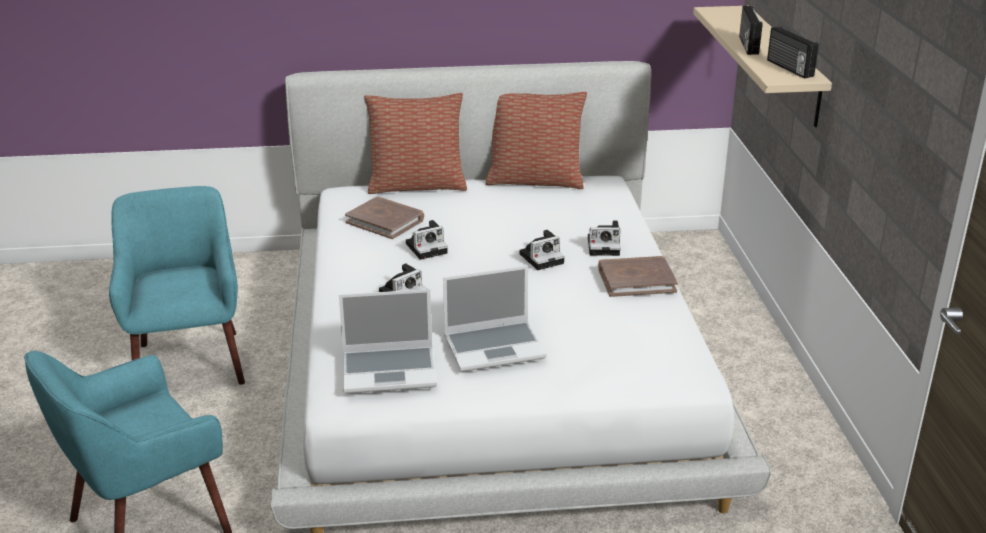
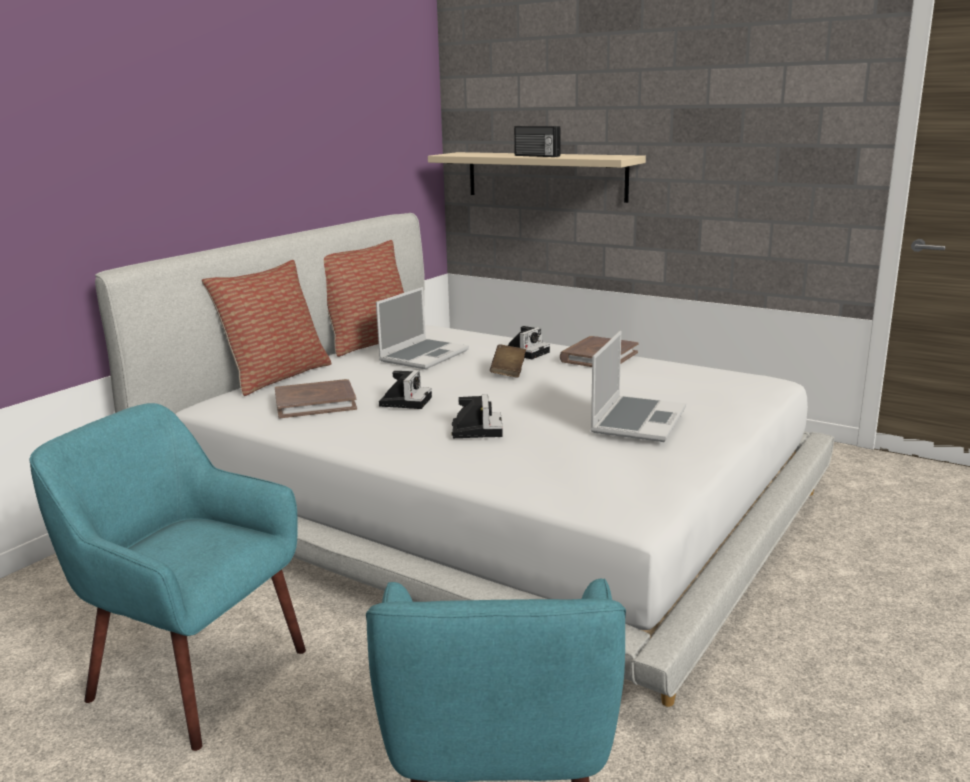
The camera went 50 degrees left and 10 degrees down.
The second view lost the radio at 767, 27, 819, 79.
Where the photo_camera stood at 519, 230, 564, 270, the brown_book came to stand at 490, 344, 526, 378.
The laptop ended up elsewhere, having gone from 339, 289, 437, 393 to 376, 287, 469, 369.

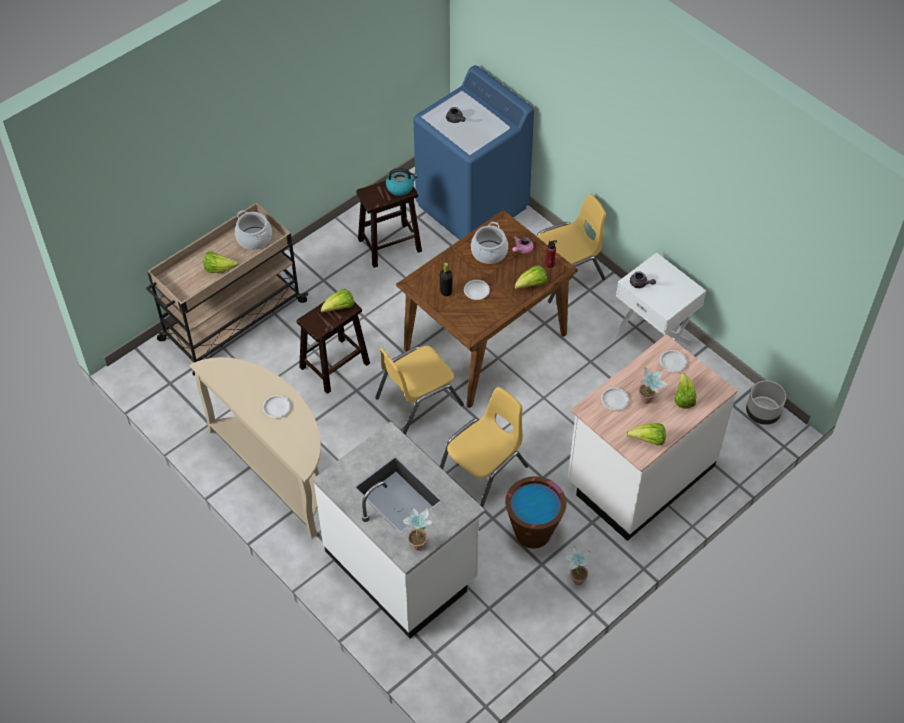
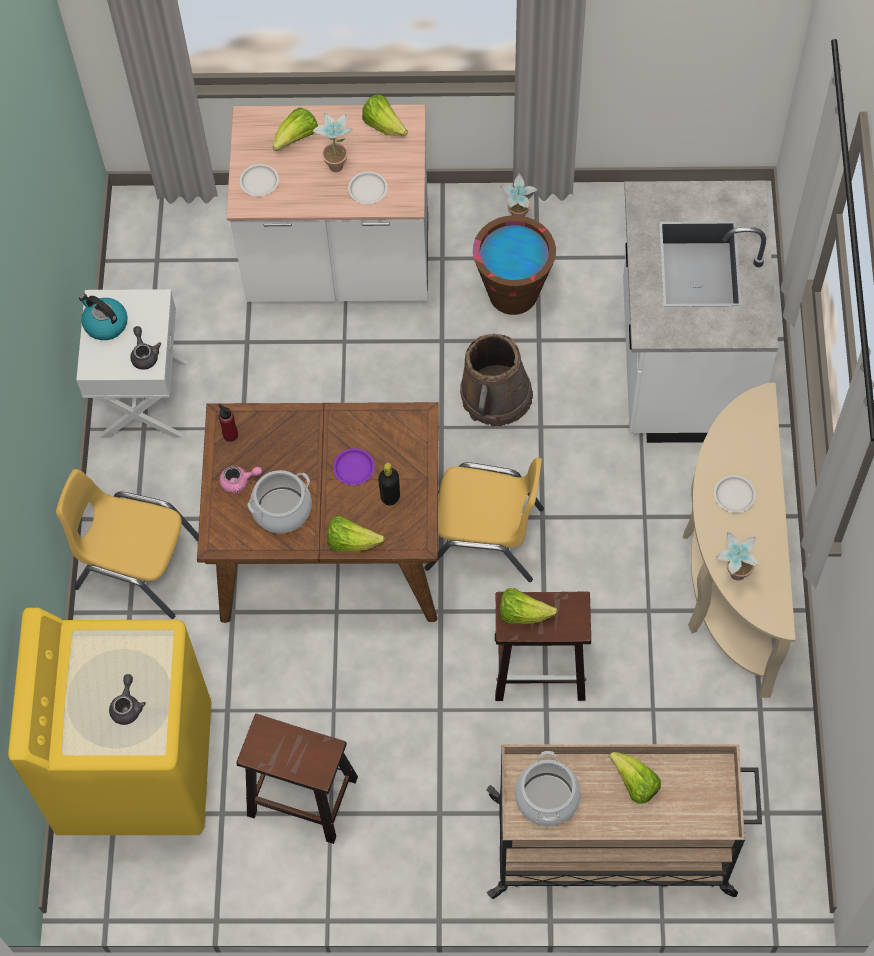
The camera went 135 degrees left and 10 degrees up.
What was the blue_washing_machine at 413, 65, 534, 240 turned into the yellow_washing_machine at 8, 607, 211, 835.
The kettle ended up elsewhere, having gone from 386, 168, 418, 196 to 79, 294, 128, 340.
The lettuce ended up elsewhere, having gone from 514, 265, 547, 289 to 327, 516, 385, 552.
What was the white_plate at 464, 280, 490, 300 turned into the purple_plate at 333, 448, 375, 485.
The second view lost the grey_planter at 746, 381, 786, 425.
Where the yellow_chair stood at 440, 387, 529, 507, the brown_bucket came to stand at 460, 334, 533, 426.
The potted_plant ended up elsewhere, having gone from 402, 506, 433, 551 to 716, 532, 758, 581.

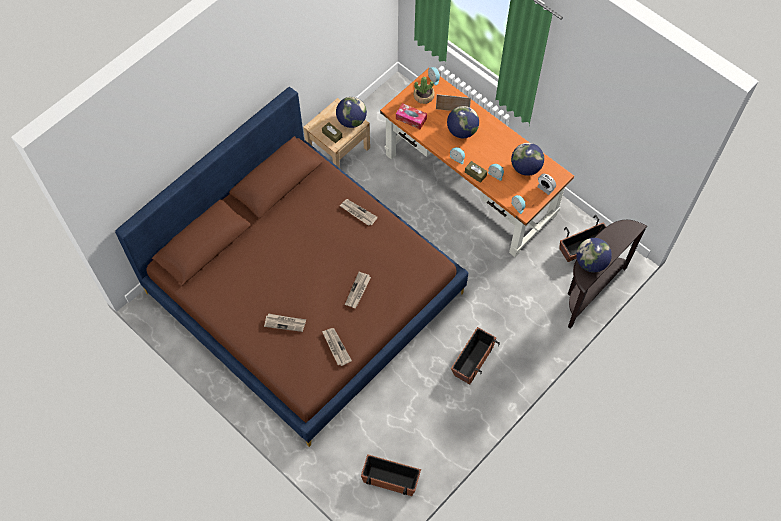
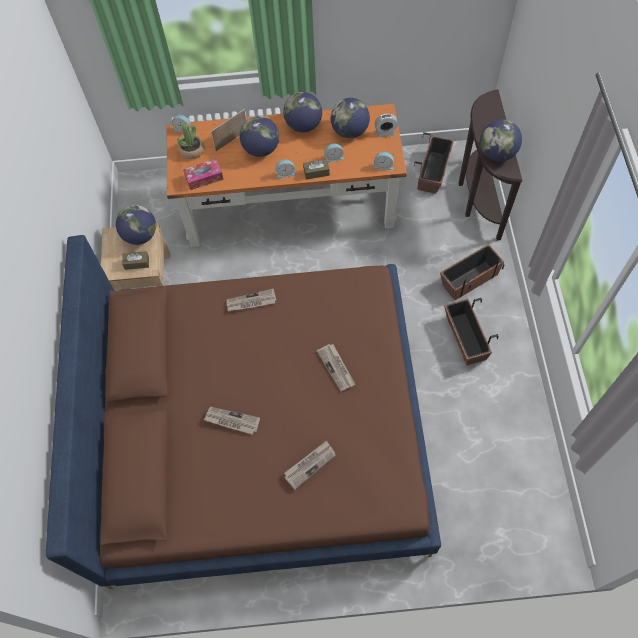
The camera went 45 degrees left and 0 degrees up.
The newspaper ended up elsewhere, having gone from 322, 328, 352, 366 to 204, 407, 260, 435.
The planter ended up elsewhere, having gone from 361, 454, 421, 496 to 440, 244, 504, 300.
The second view gained the globe at 283, 92, 322, 132.

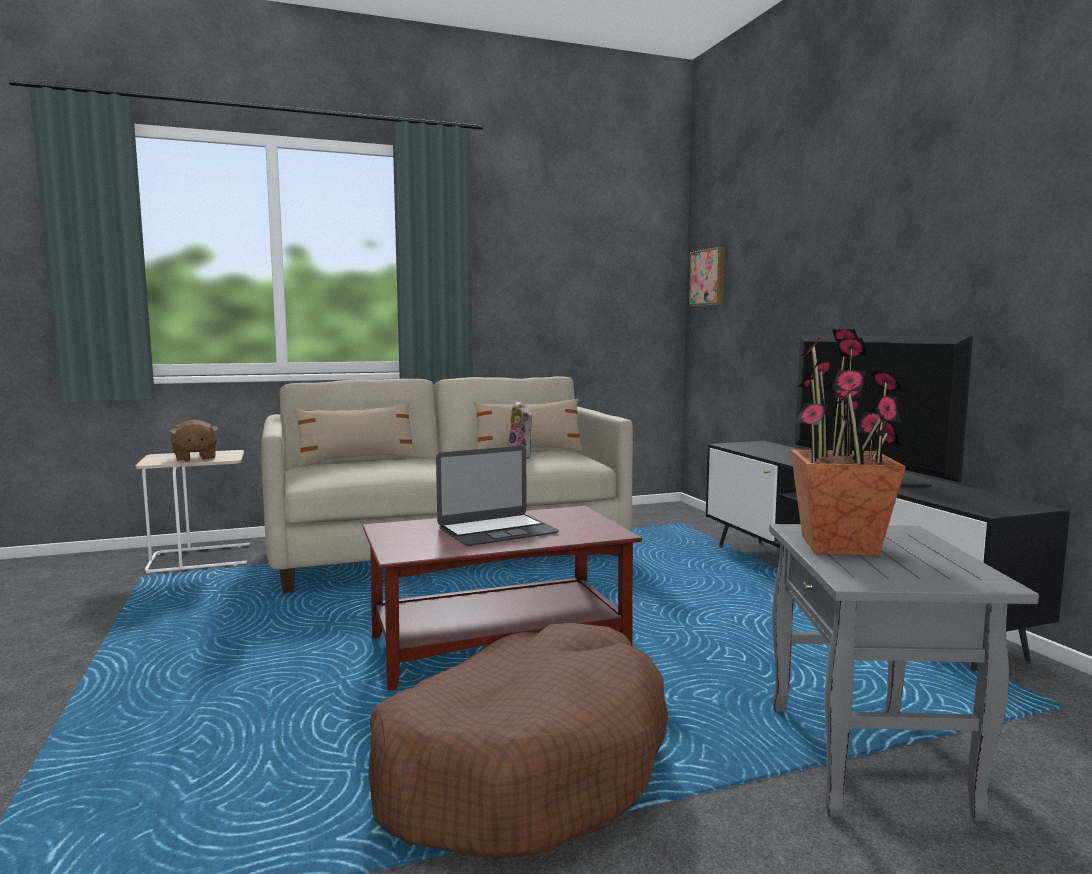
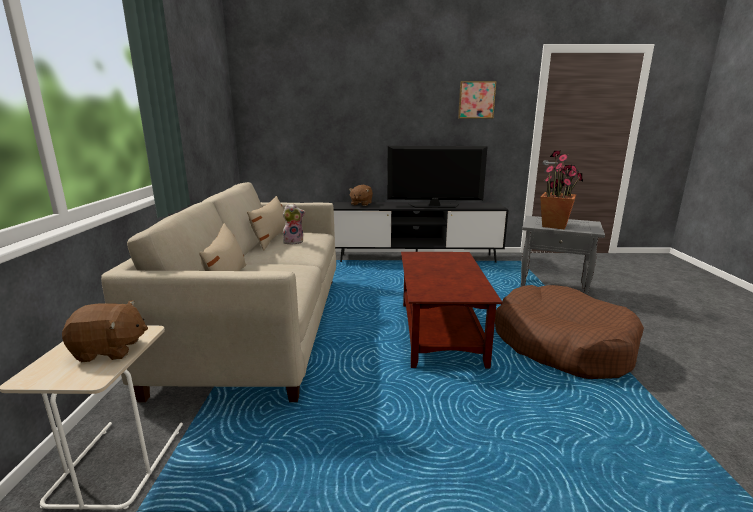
The camera went 70 degrees left and 10 degrees up.
The picture ended up elsewhere, having gone from 689, 247, 725, 306 to 458, 81, 496, 118.
The second view lost the laptop at 436, 446, 559, 546.
The second view gained the brown_plush_toy at 349, 185, 373, 206.

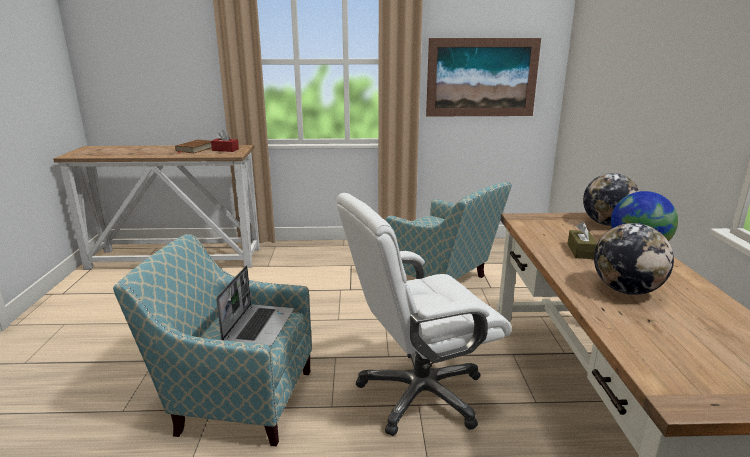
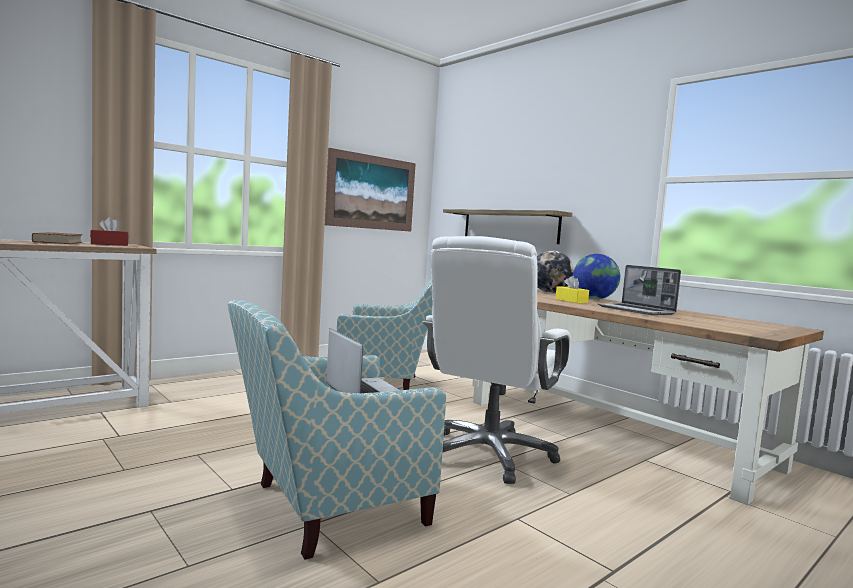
The camera went 40 degrees left and 15 degrees down.
What was the brown_tissue_box at 568, 222, 597, 259 turned into the yellow_tissue_box at 555, 276, 589, 303.
Where the globe stood at 594, 223, 674, 295, the laptop came to stand at 598, 265, 681, 315.
The second view gained the shelf at 443, 209, 572, 244.

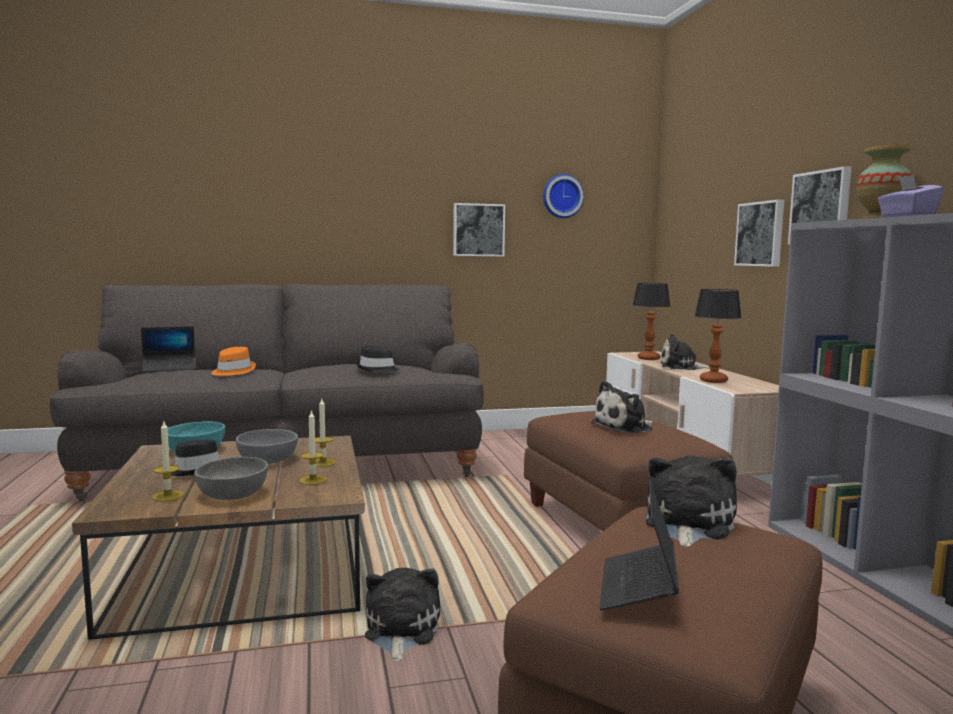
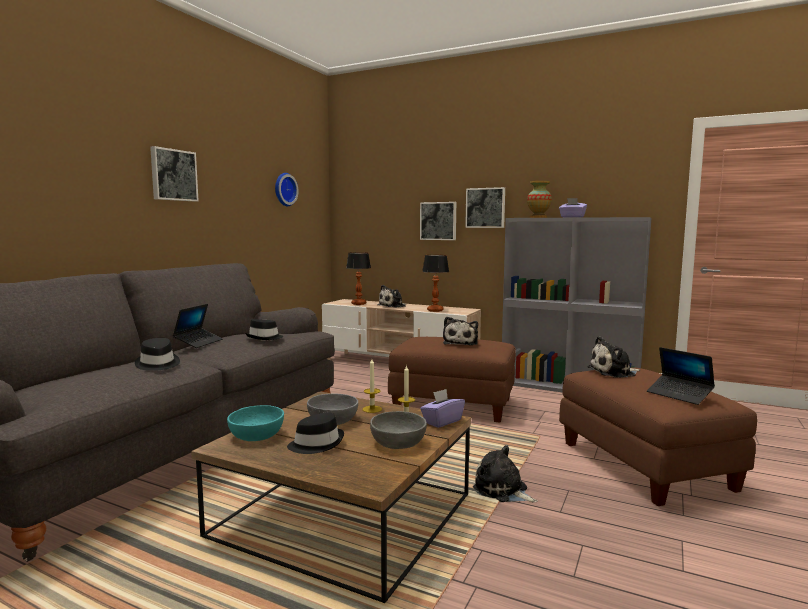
The camera went 50 degrees left and 0 degrees up.
The picture ended up elsewhere, having gone from 453, 203, 505, 256 to 150, 146, 199, 202.
The laptop ended up elsewhere, having gone from 141, 326, 196, 372 to 173, 304, 223, 348.
What was the orange_hat at 211, 347, 256, 376 turned into the black_hat at 135, 338, 180, 371.
The second view lost the candle at 152, 422, 184, 501.
The plush_toy at 646, 456, 737, 548 ended up facing another way, 75 degrees counterclockwise from before.
The second view gained the purple_tissue_box at 420, 389, 465, 428.

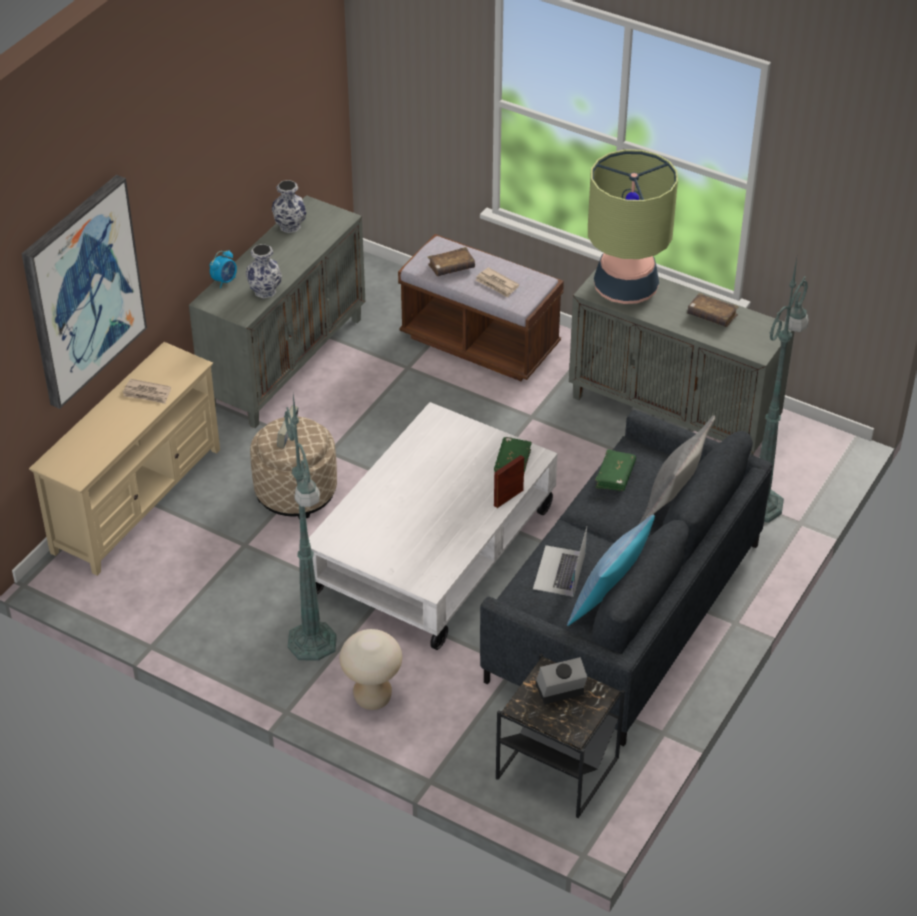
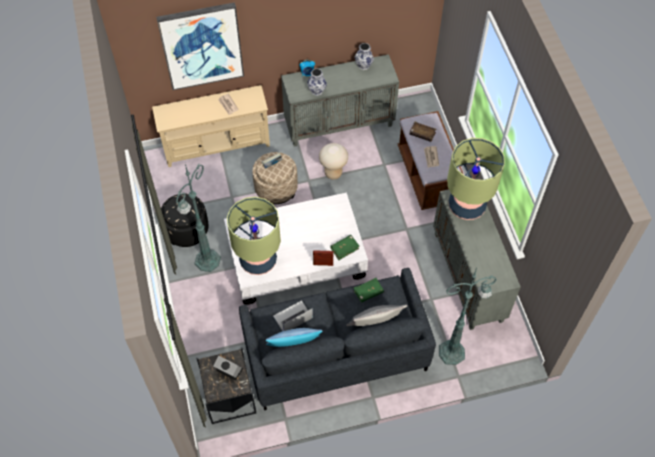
The camera went 45 degrees right and 15 degrees up.
The second view lost the brown_book at 687, 293, 739, 327.
The beige_stool ended up elsewhere, having gone from 340, 629, 402, 710 to 319, 143, 348, 180.
The second view gained the black_ottoman at 161, 194, 209, 247.
The second view gained the table_lamp at 227, 197, 281, 275.

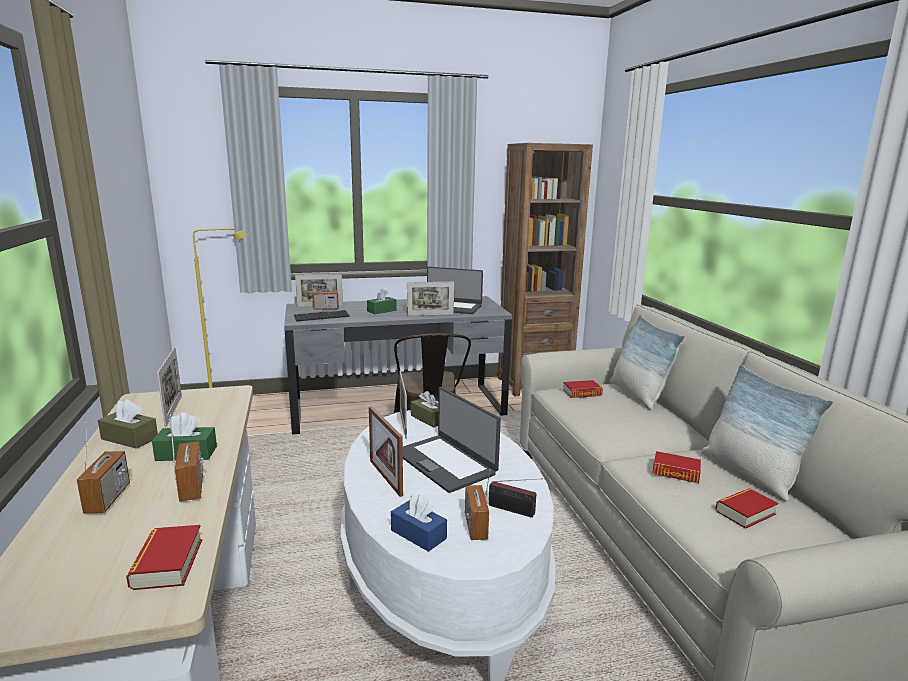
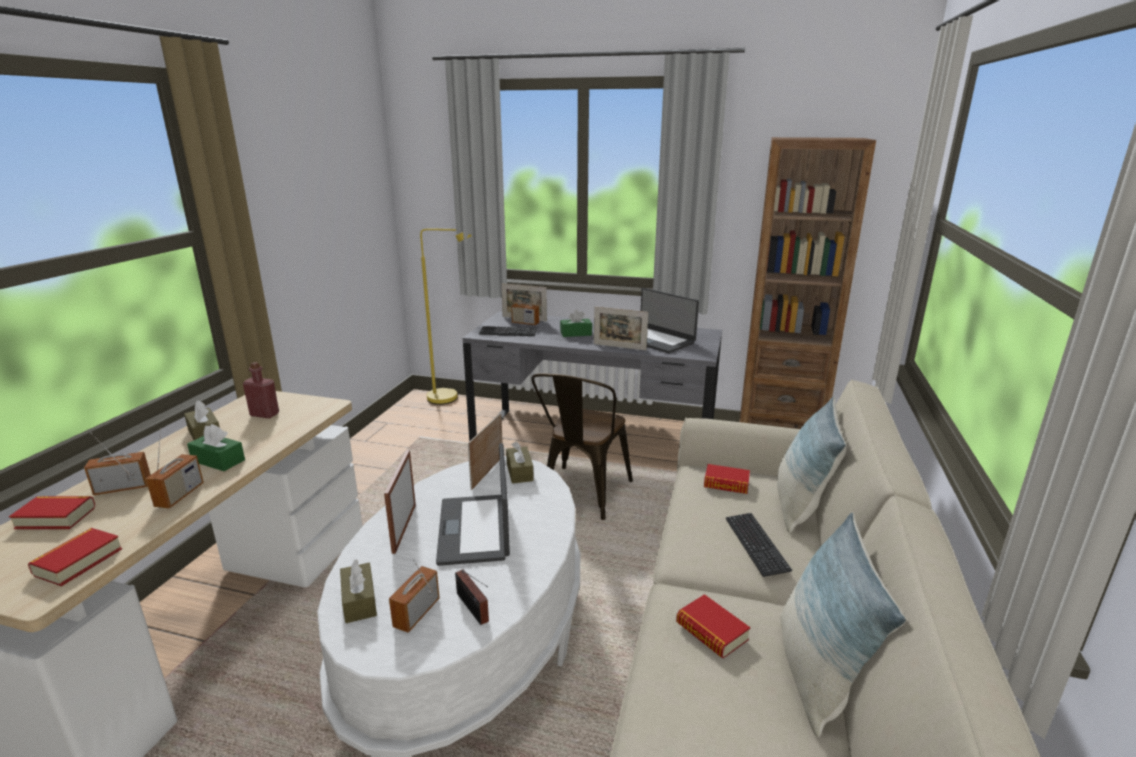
The camera went 30 degrees right and 5 degrees up.
Where the picture_frame stood at 157, 347, 182, 427, the red_bottle came to stand at 243, 362, 279, 418.
The radio at 77, 421, 130, 514 ended up facing another way, 135 degrees counterclockwise from before.
The book ended up elsewhere, having gone from 715, 488, 778, 529 to 9, 496, 95, 529.
What was the blue_tissue_box at 391, 495, 447, 552 turned into the brown_tissue_box at 340, 559, 377, 623.
The second view gained the keyboard at 726, 513, 792, 577.

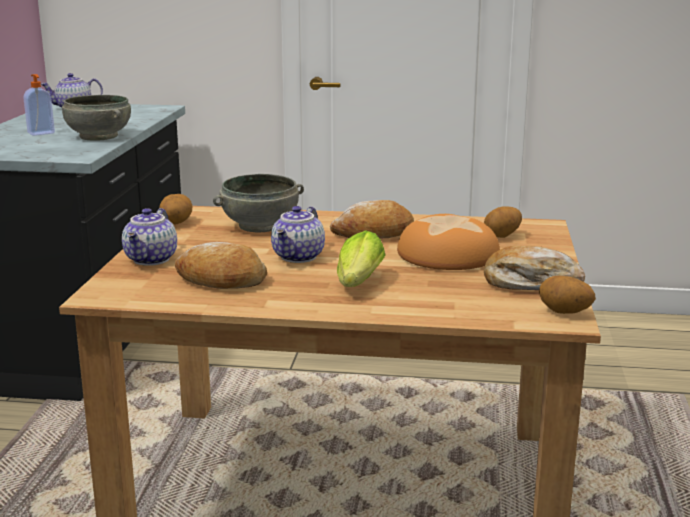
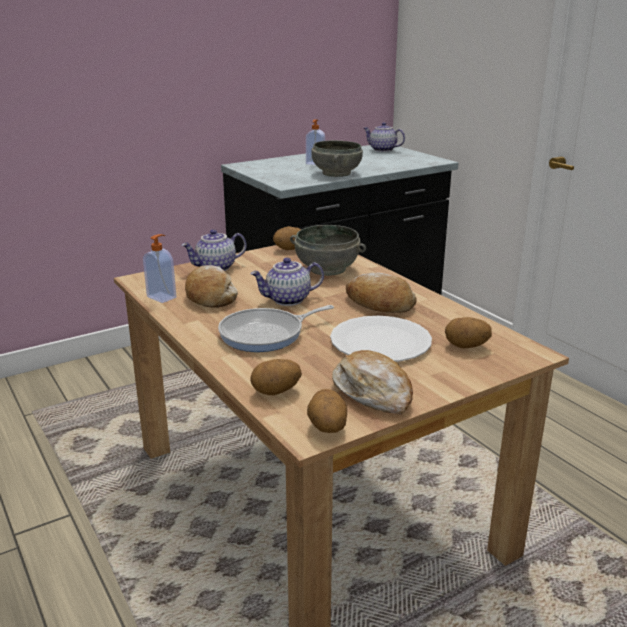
The camera went 50 degrees right and 5 degrees up.
Where the bread stood at 397, 214, 500, 270, the white_plate came to stand at 330, 316, 432, 362.
Where the lettuce stood at 337, 230, 385, 287, the frying_pan came to stand at 218, 305, 334, 352.
The second view gained the soap_dispenser at 143, 234, 176, 303.
The second view gained the potato at 250, 359, 302, 395.

